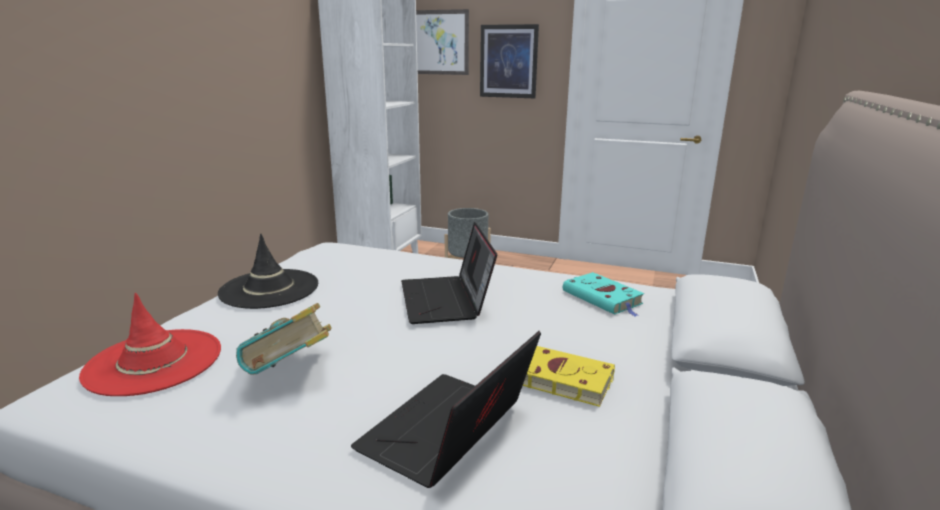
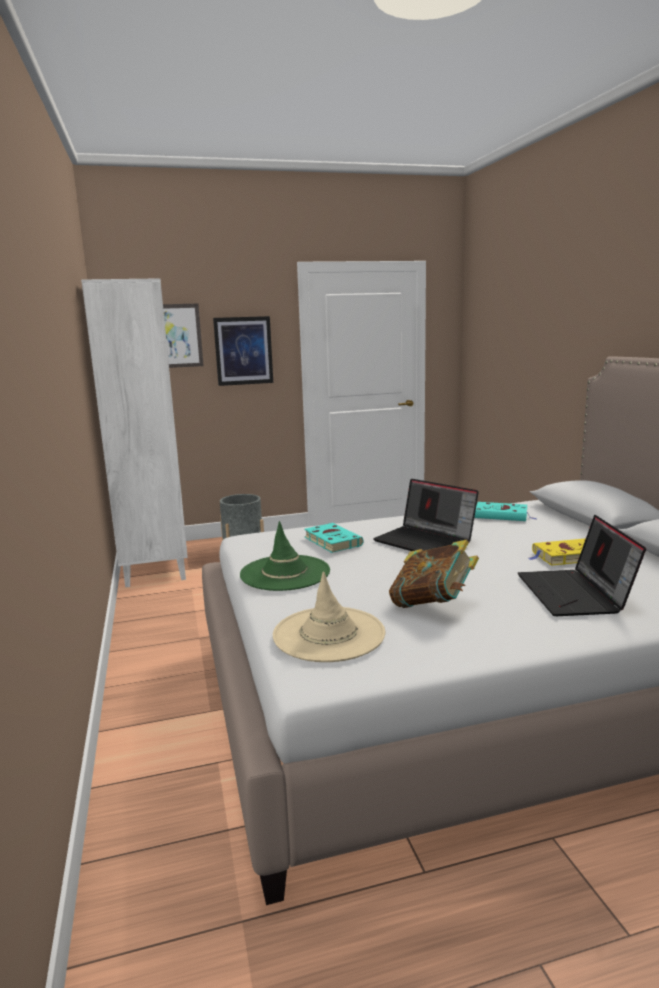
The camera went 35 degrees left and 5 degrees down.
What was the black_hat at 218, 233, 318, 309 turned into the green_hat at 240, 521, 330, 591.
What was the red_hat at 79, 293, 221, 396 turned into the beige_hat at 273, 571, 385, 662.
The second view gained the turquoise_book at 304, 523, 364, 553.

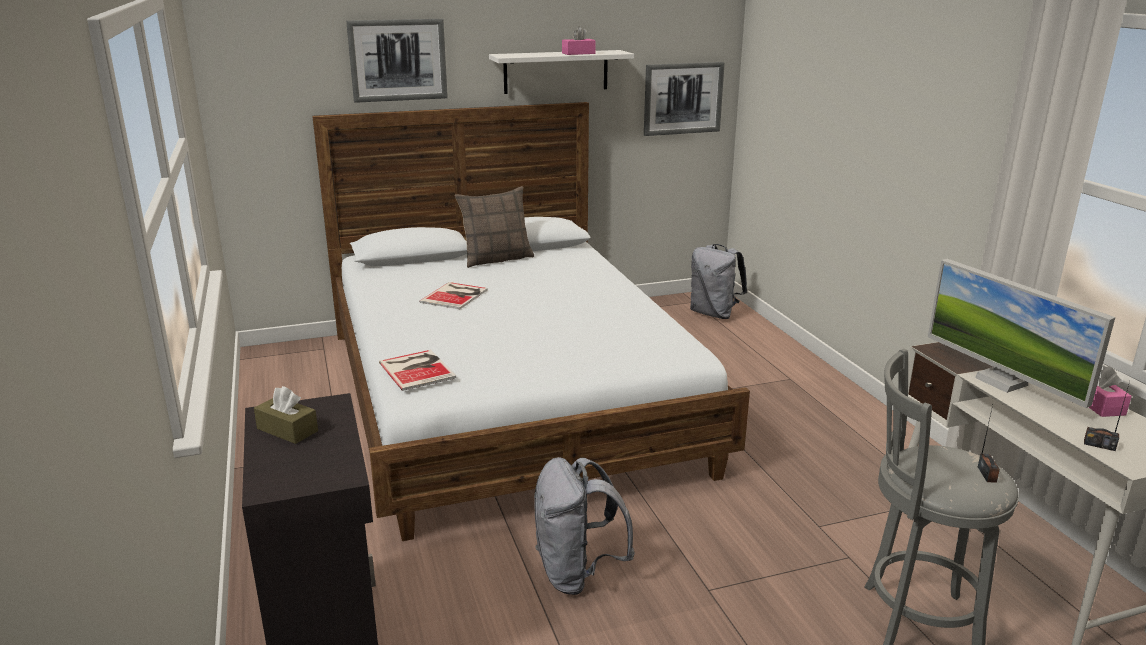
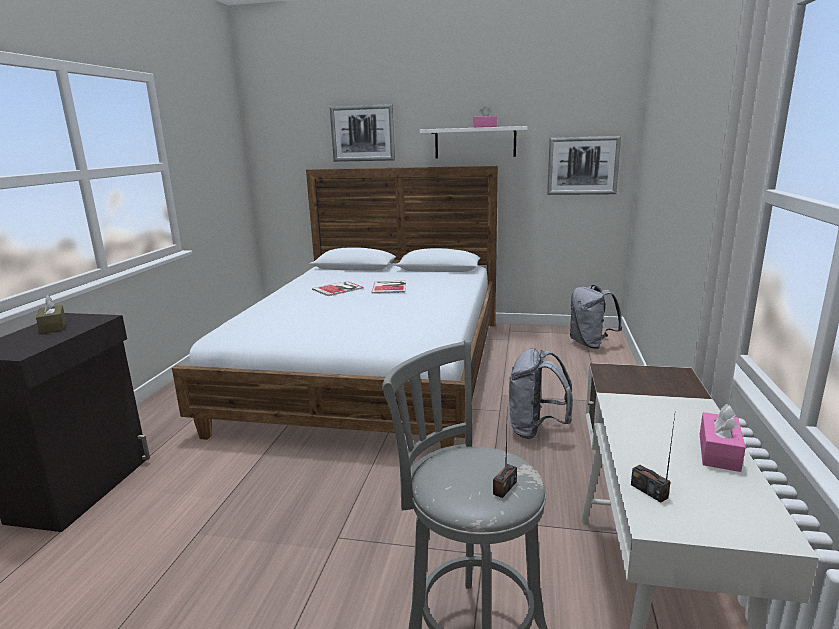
The camera went 30 degrees right and 5 degrees down.
The second view lost the pillow at 455, 186, 534, 268.
The second view lost the monitor at 928, 259, 1115, 408.
The book ended up elsewhere, having gone from 379, 350, 456, 391 to 371, 281, 406, 294.
The grey_backpack ended up elsewhere, having gone from 534, 457, 635, 595 to 509, 348, 573, 439.

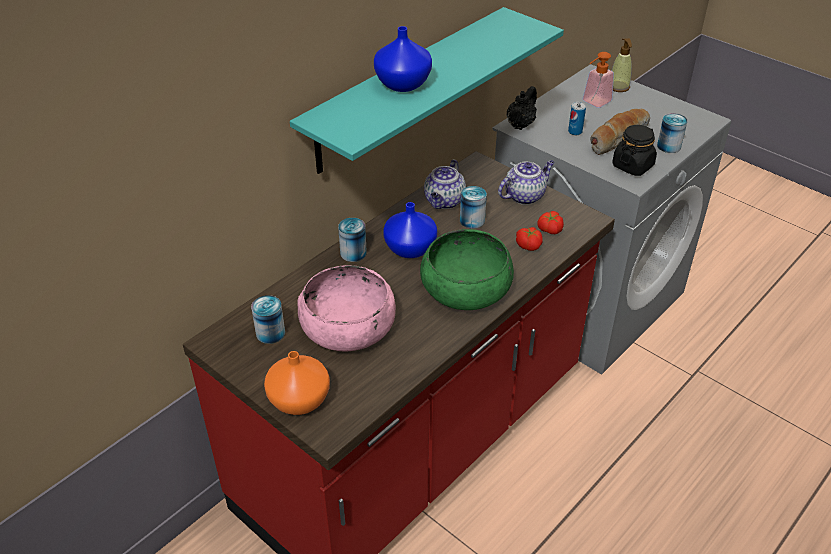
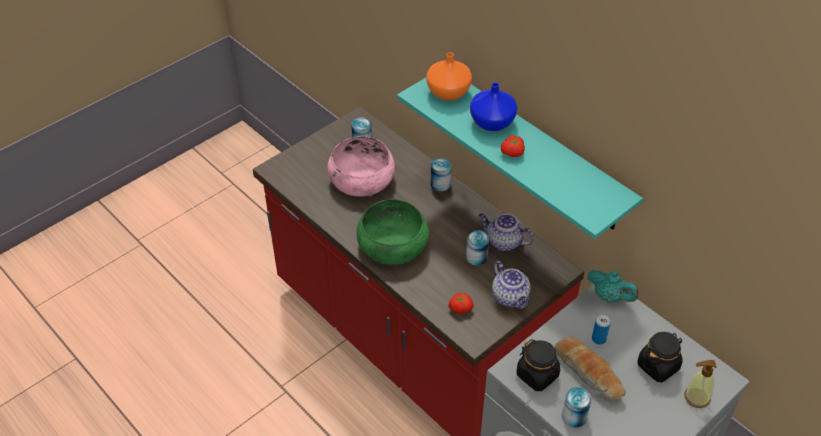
The camera went 95 degrees right and 5 degrees up.
Where the soap_dispenser stood at 583, 52, 614, 108, the black_jar came to stand at 638, 332, 682, 382.
What was the black_teapot at 507, 86, 537, 130 turned into the turquoise_teapot at 587, 270, 638, 303.
The second view lost the blue_vase at 383, 202, 437, 258.
The tomato ended up elsewhere, having gone from 516, 227, 543, 251 to 501, 135, 525, 157.
The orange_vase ended up elsewhere, having gone from 264, 351, 330, 415 to 426, 52, 472, 100.

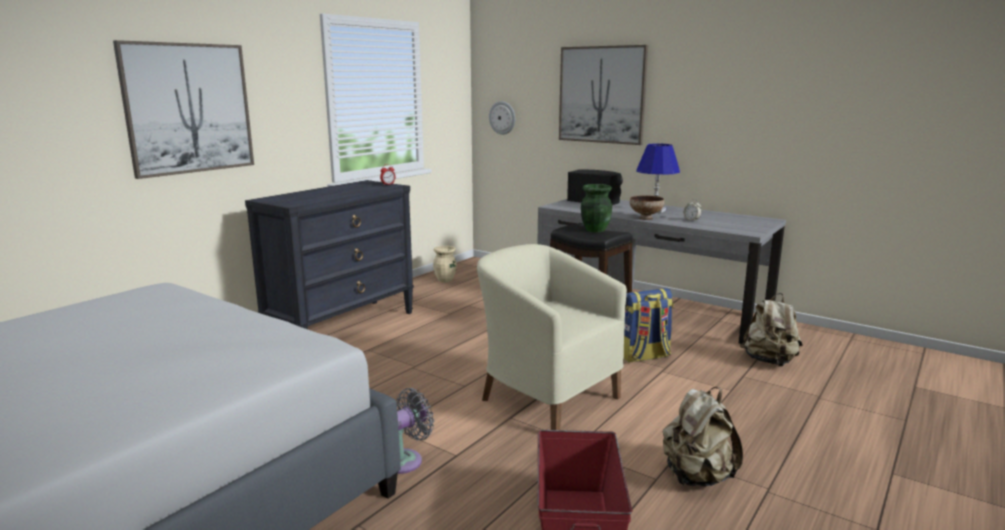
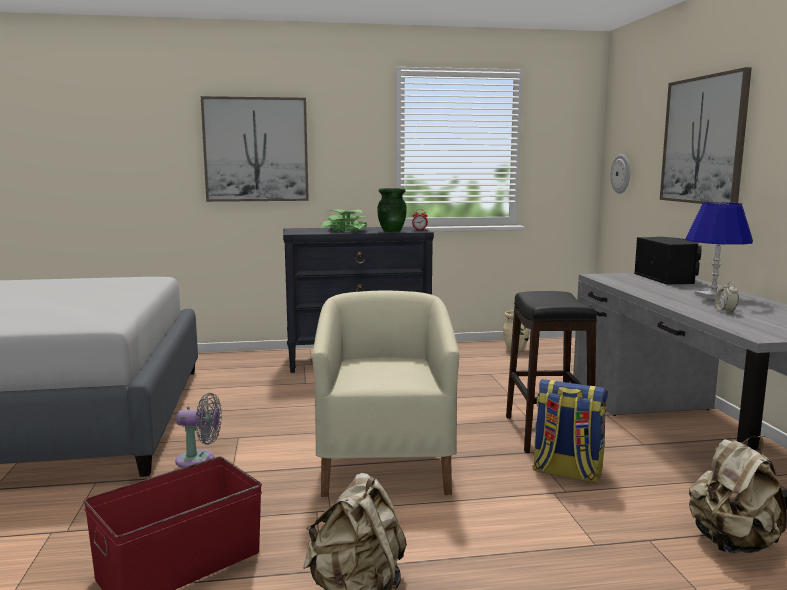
The camera went 45 degrees right and 5 degrees down.
The green_vase ended up elsewhere, having gone from 581, 184, 612, 232 to 377, 188, 407, 232.
The second view lost the bowl at 630, 195, 664, 220.
The second view gained the potted_plant at 321, 209, 367, 232.

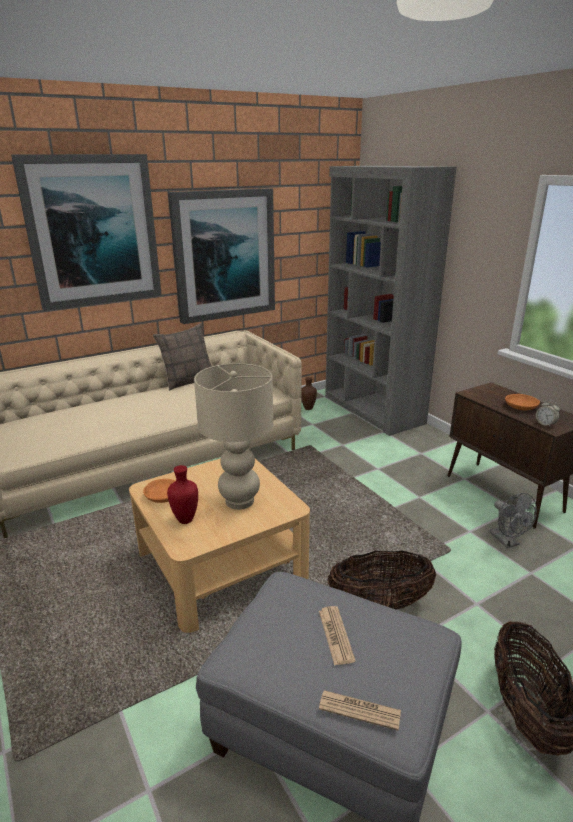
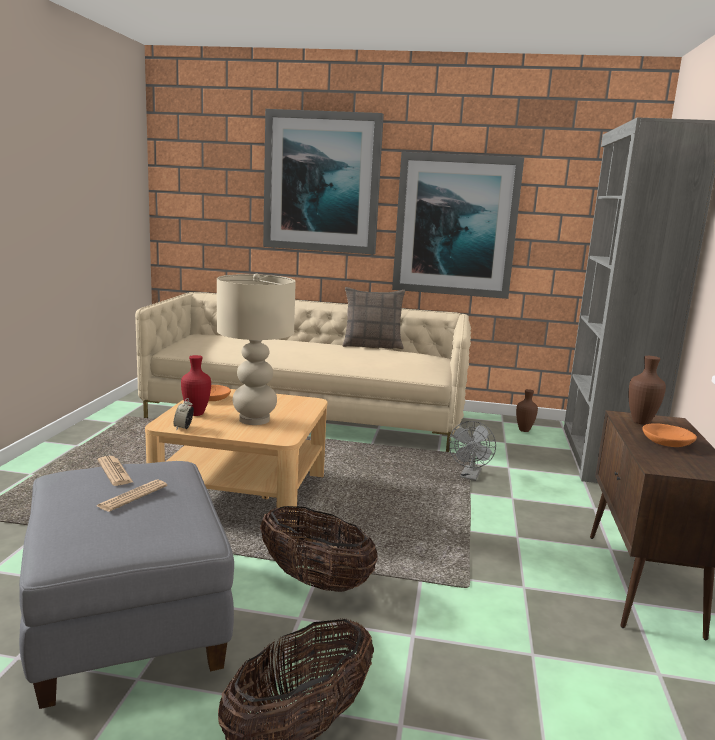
The camera went 40 degrees right and 10 degrees down.
The alarm_clock ended up elsewhere, having gone from 536, 400, 560, 427 to 174, 398, 194, 430.
The grey_fan ended up elsewhere, having gone from 489, 493, 537, 548 to 449, 421, 496, 481.
The newspaper ended up elsewhere, having gone from 319, 690, 401, 731 to 98, 456, 133, 486.
The second view gained the brown_vase at 629, 356, 666, 425.

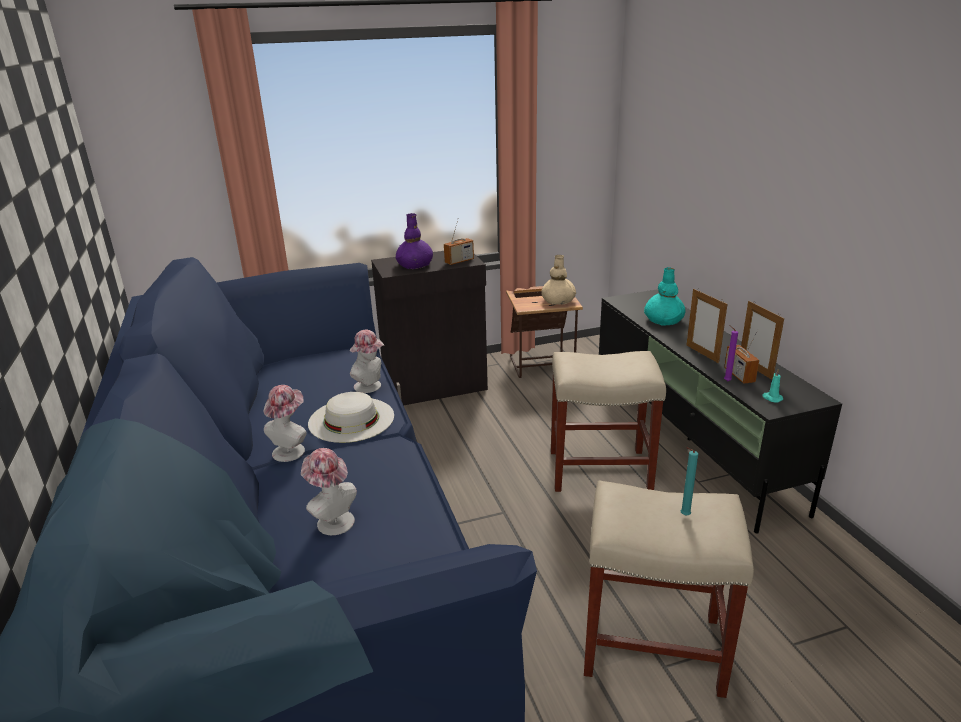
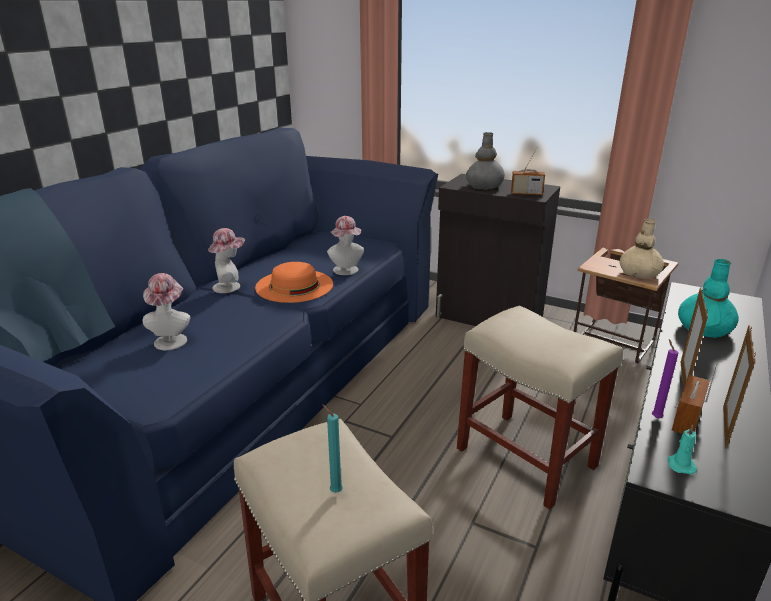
The camera went 45 degrees right and 0 degrees up.
What was the purple_vase at 395, 213, 433, 269 turned into the grey_vase at 466, 132, 505, 189.
What was the white_hat at 308, 392, 394, 443 turned into the orange_hat at 255, 262, 333, 303.

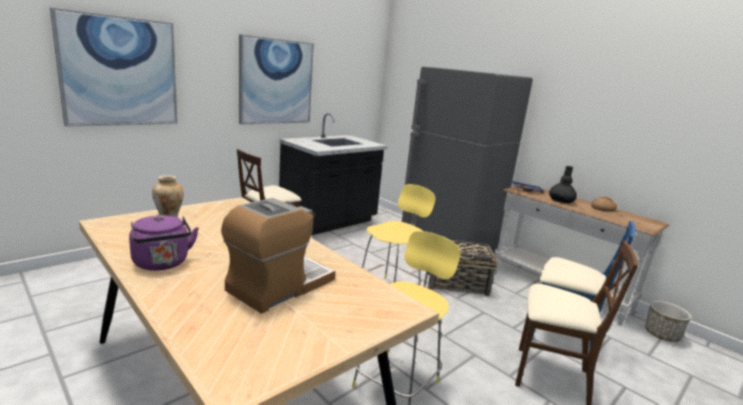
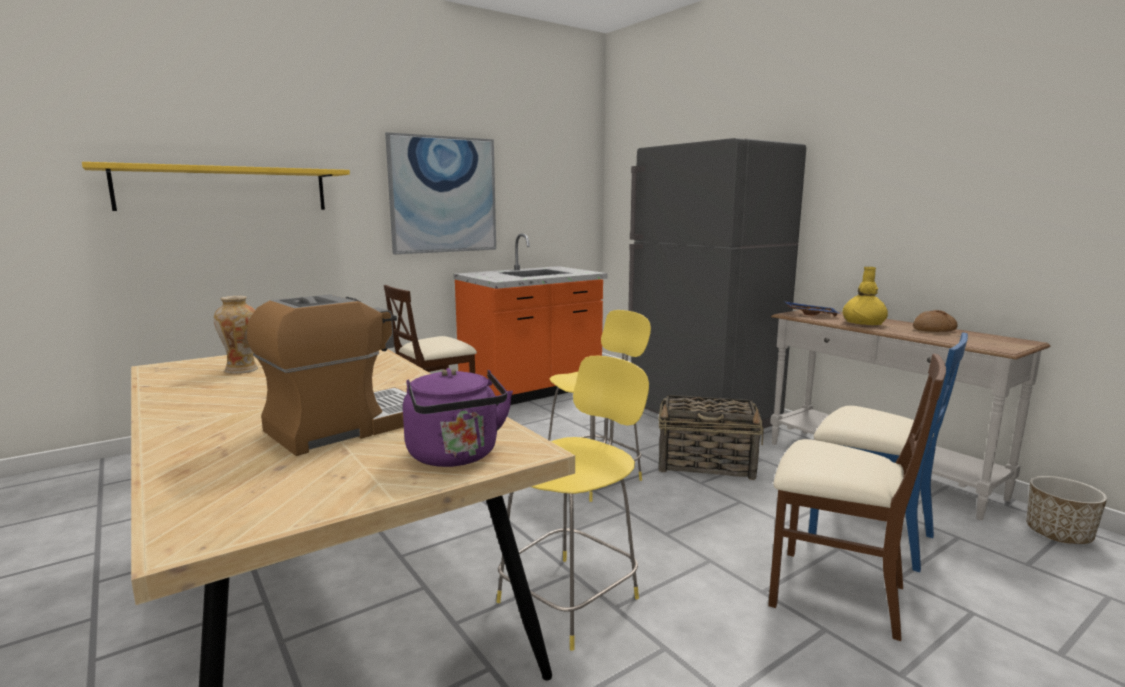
The camera went 10 degrees right and 5 degrees down.
Where the picture hung at 50, 7, 178, 126, the yellow_shelf came to hang at 82, 162, 350, 211.
What was the black_counter at 279, 113, 387, 235 turned into the orange_counter at 453, 233, 608, 405.
What was the black_vase at 549, 166, 577, 203 turned into the yellow_vase at 843, 267, 888, 325.
The purple_kettle ended up elsewhere, having gone from 129, 215, 199, 271 to 403, 368, 513, 467.

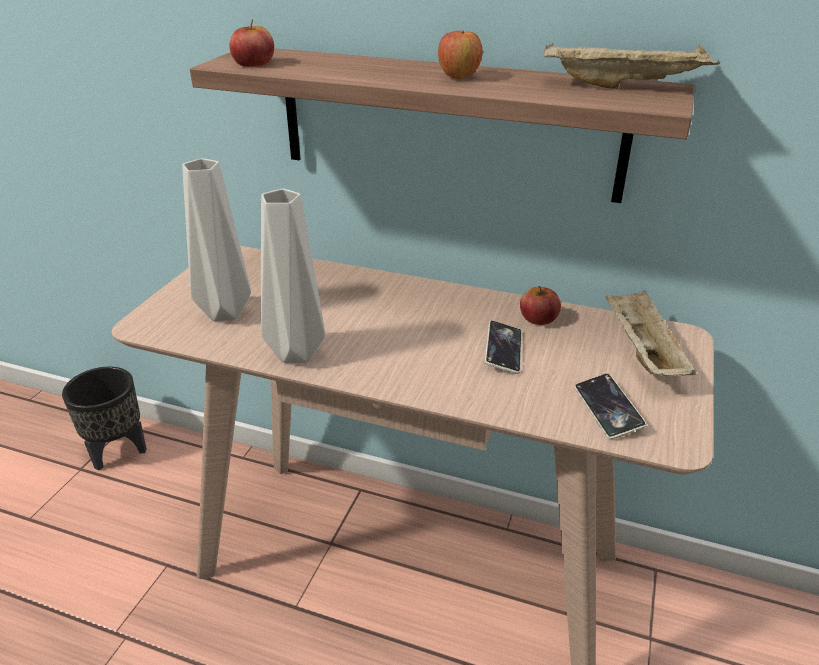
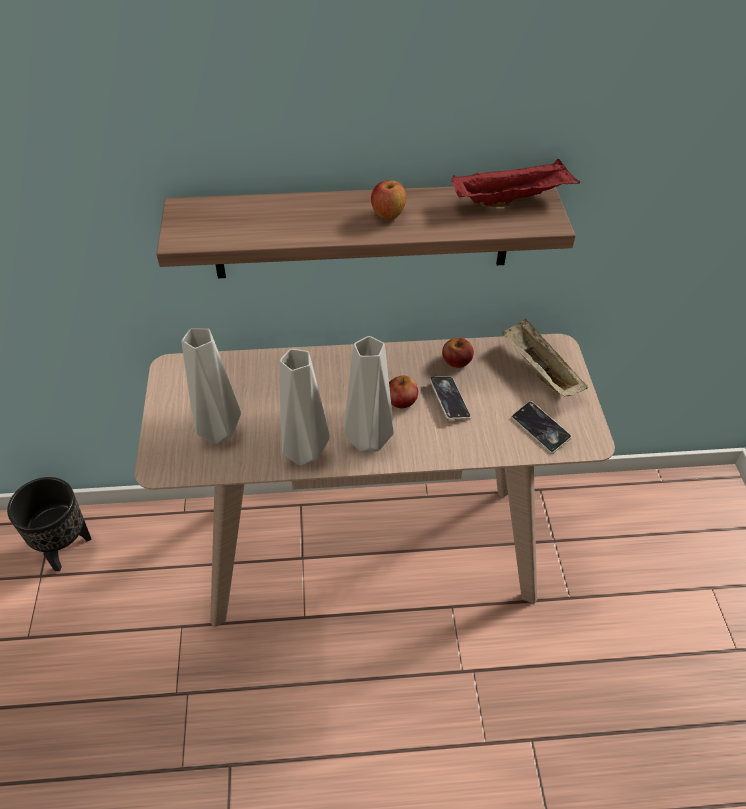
The camera went 25 degrees left and 15 degrees up.
The apple ended up elsewhere, having gone from 229, 19, 274, 67 to 389, 376, 418, 408.
What was the beige_tray at 544, 43, 720, 89 turned into the red_tray at 451, 159, 580, 207.
The second view gained the grey_vase at 344, 336, 394, 452.

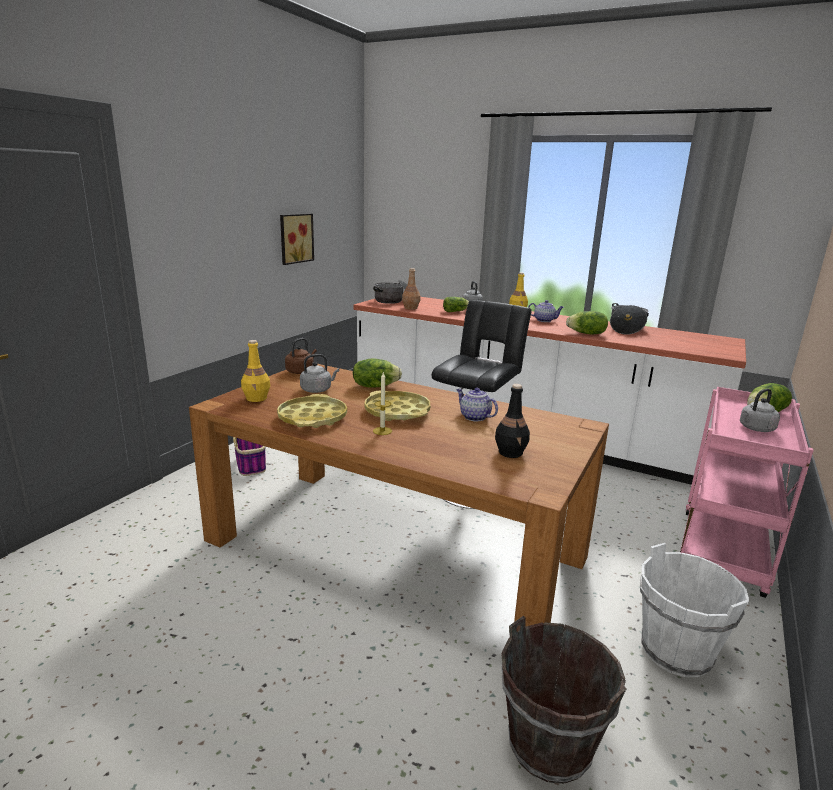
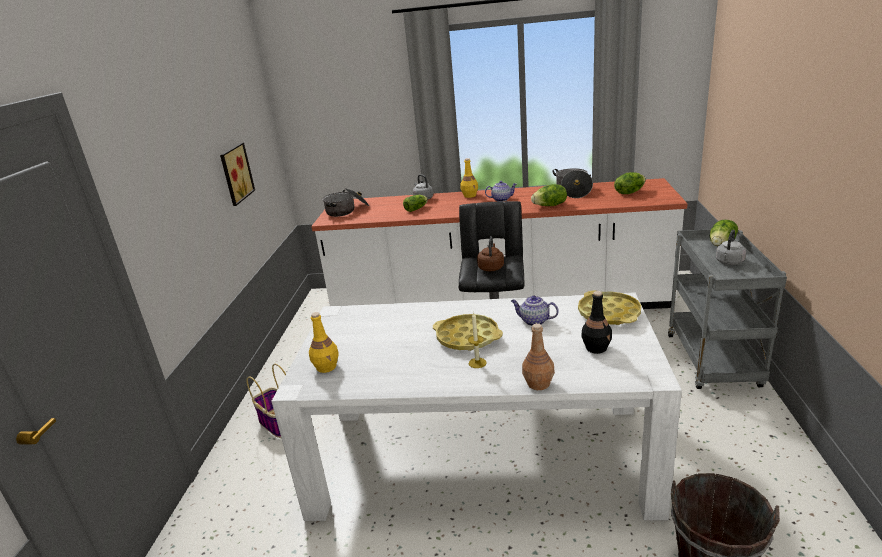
The camera went 20 degrees left and 5 degrees up.
The brown_bottle ended up elsewhere, having gone from 402, 268, 420, 310 to 522, 323, 555, 390.
The brown_kettle ended up elsewhere, having gone from 285, 338, 317, 374 to 477, 236, 504, 271.
The second view lost the grey_kettle at 300, 354, 339, 393.
The lettuce ended up elsewhere, having gone from 353, 358, 402, 388 to 614, 172, 646, 194.
What was the brown_dining_table at 189, 364, 609, 626 turned into the white_dining_table at 271, 292, 682, 521.
What was the pink_cart at 680, 387, 814, 598 turned into the grey_cart at 668, 229, 787, 389.
The yellow_tray ended up elsewhere, having gone from 277, 394, 347, 428 to 578, 291, 641, 325.
The second view lost the white_bucket at 640, 543, 749, 677.

